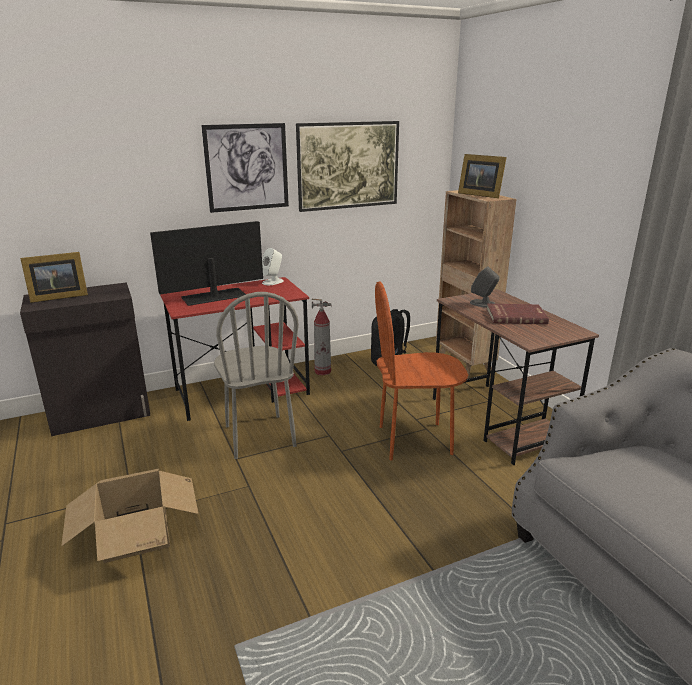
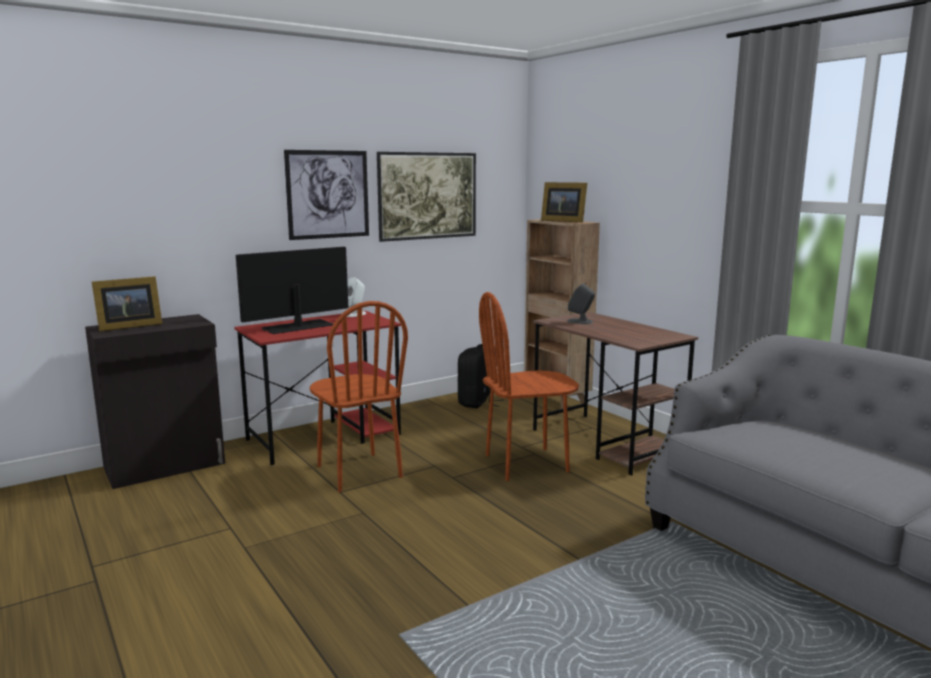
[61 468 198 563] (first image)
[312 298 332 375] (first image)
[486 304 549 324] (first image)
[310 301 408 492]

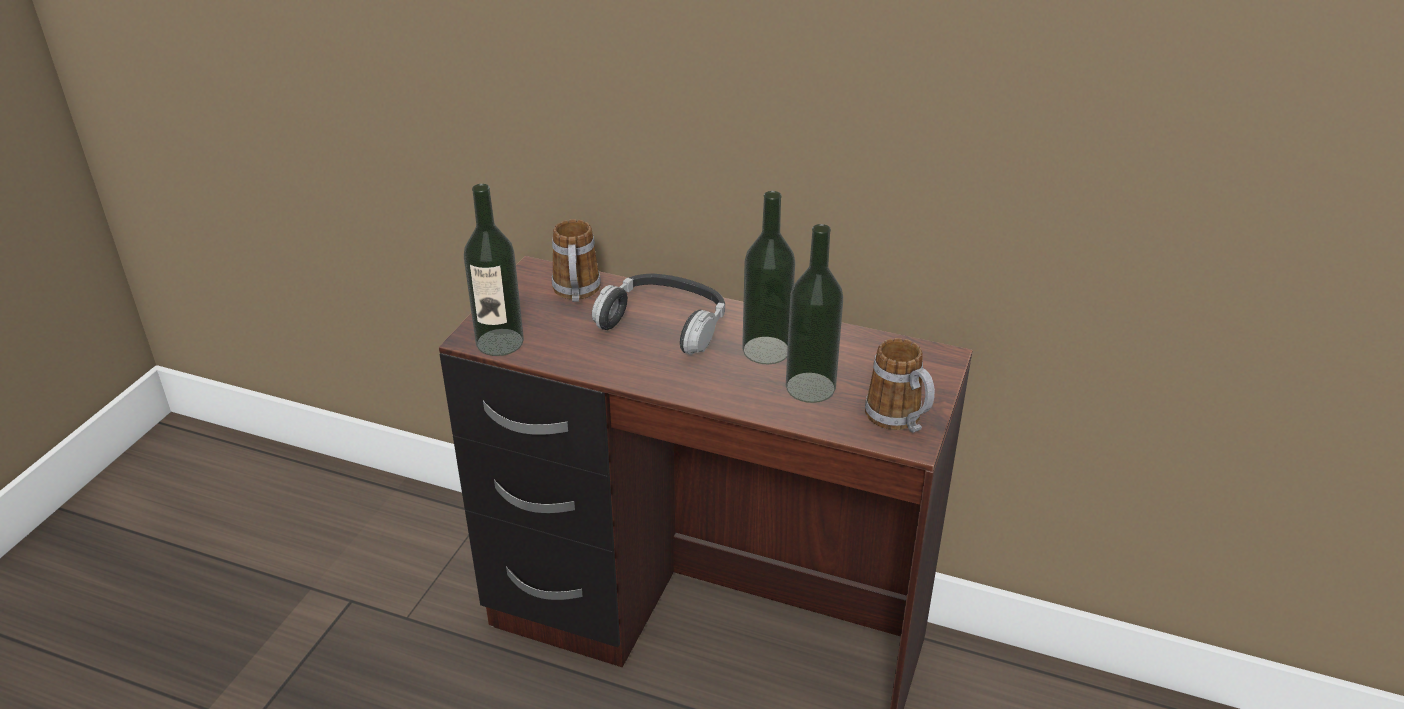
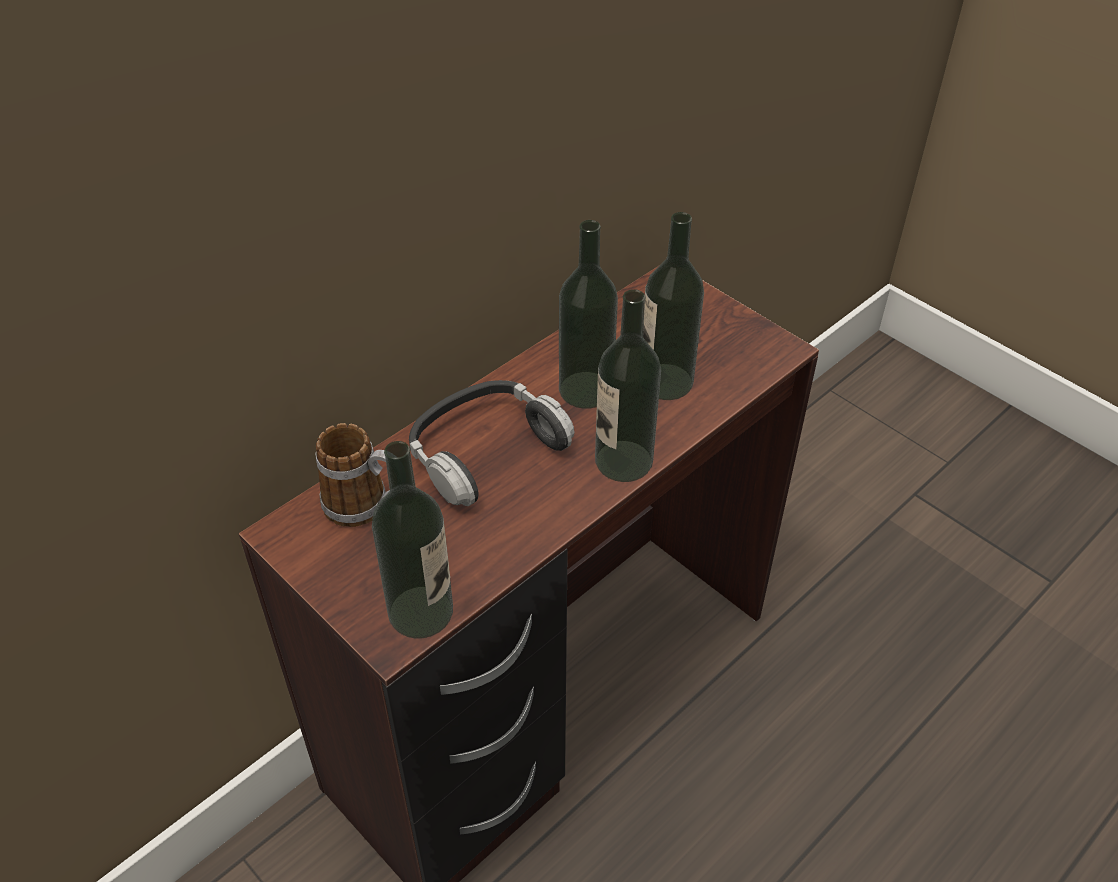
[865 338 935 432] (first image)
[595 289 661 482]

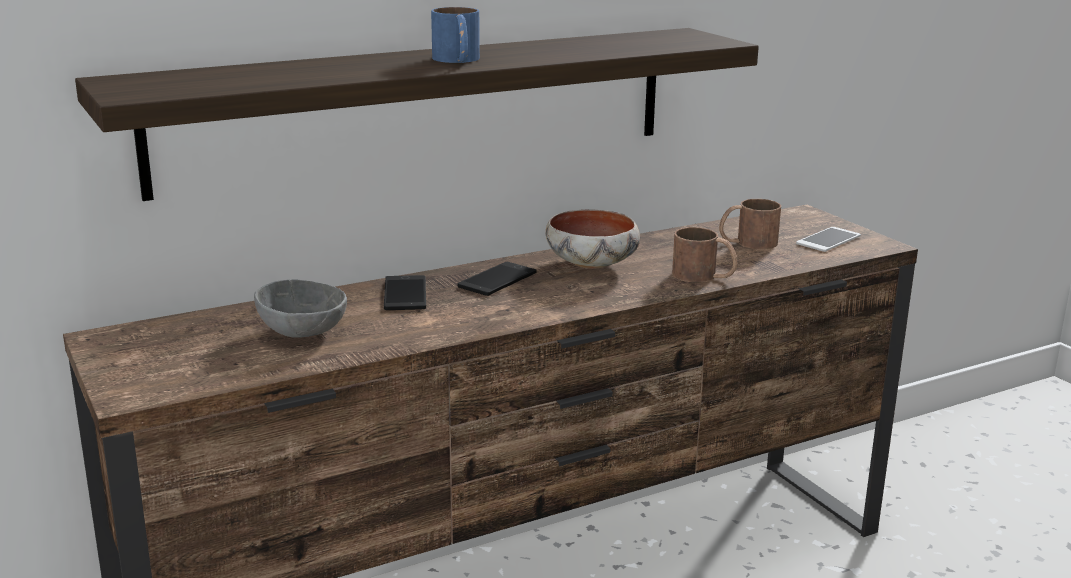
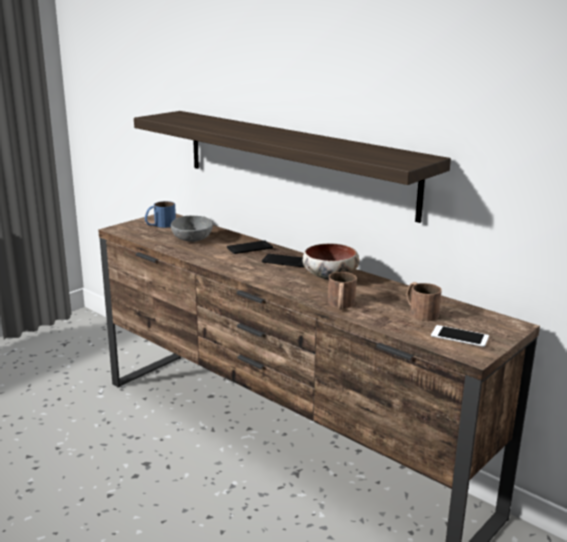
[145 201 176 228]

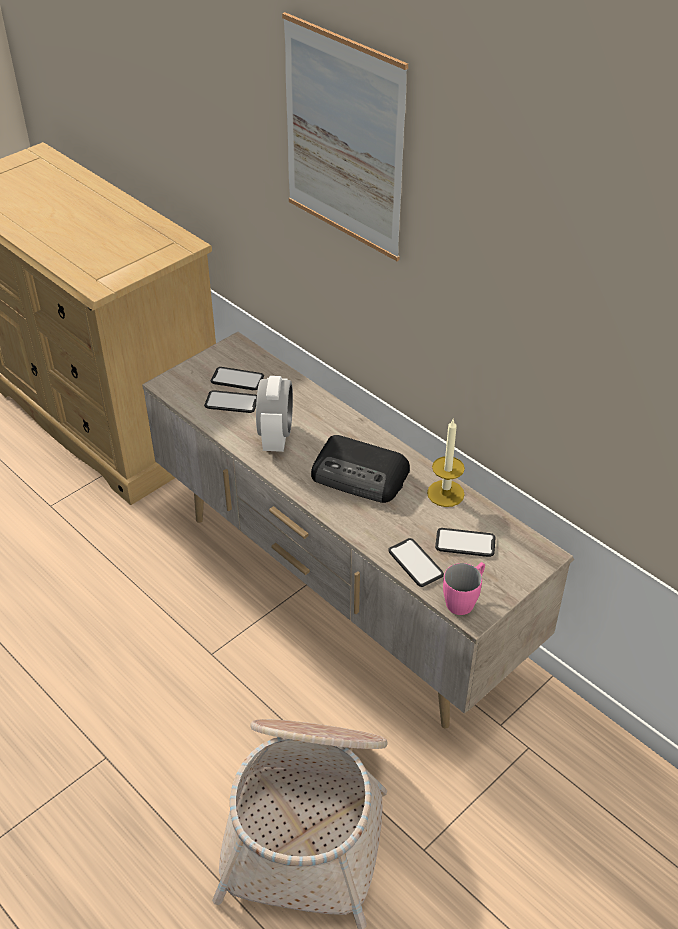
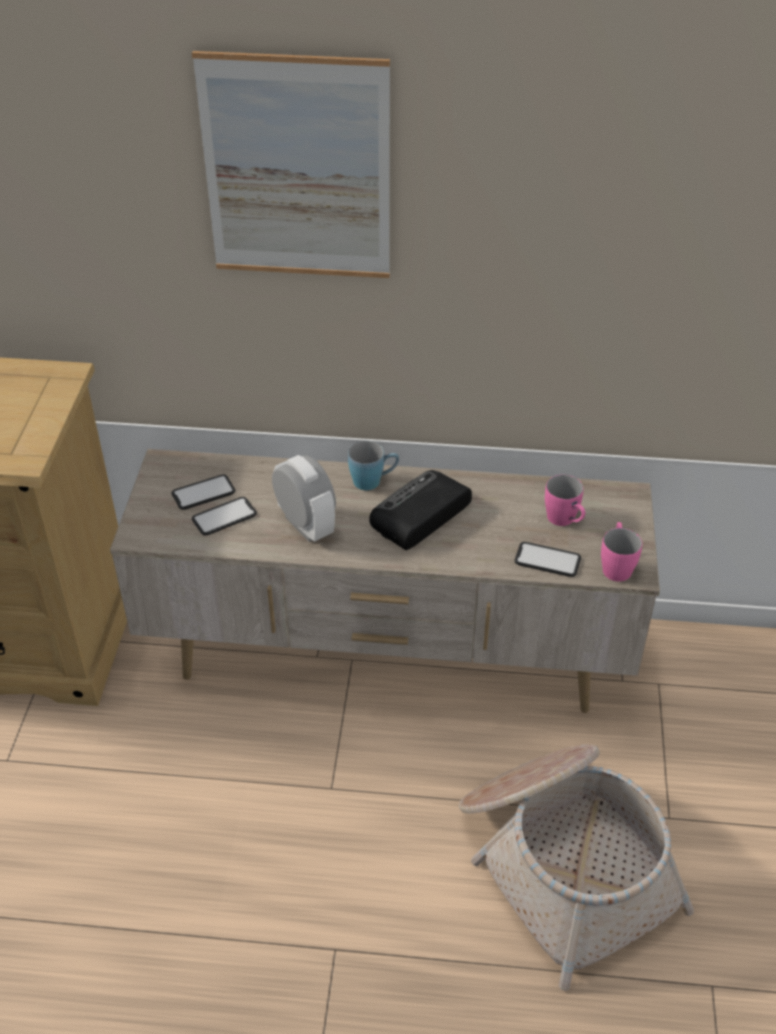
[427 419 465 507] (first image)
[348 441 399 491]
[545 475 585 526]
[369 470 472 550]

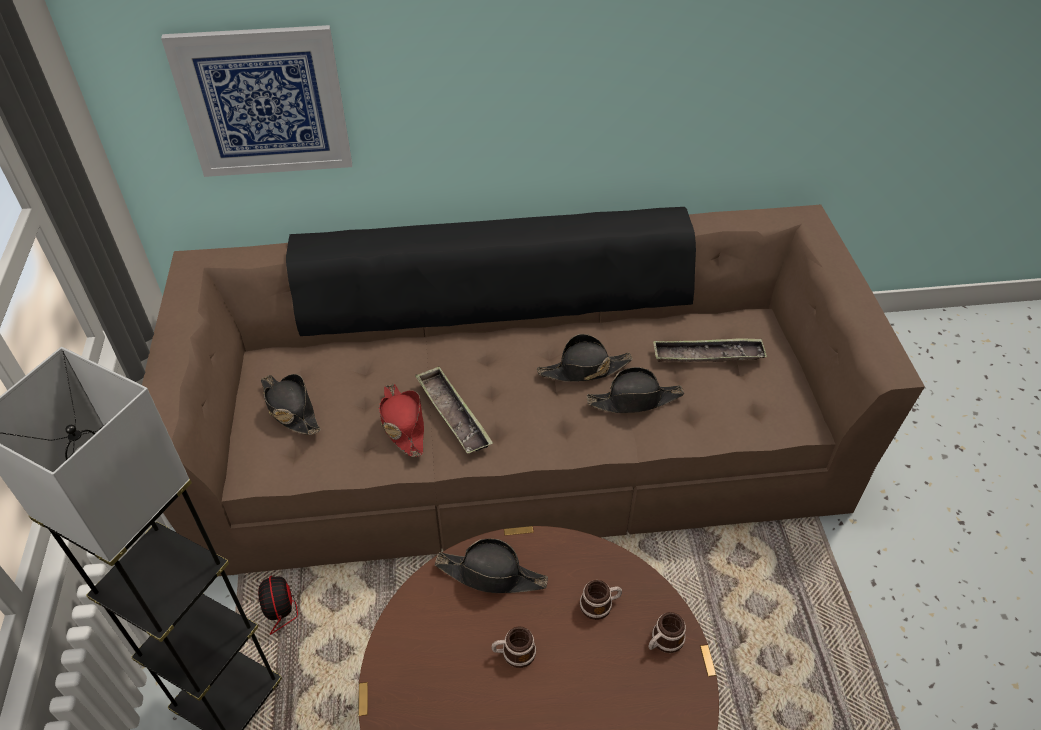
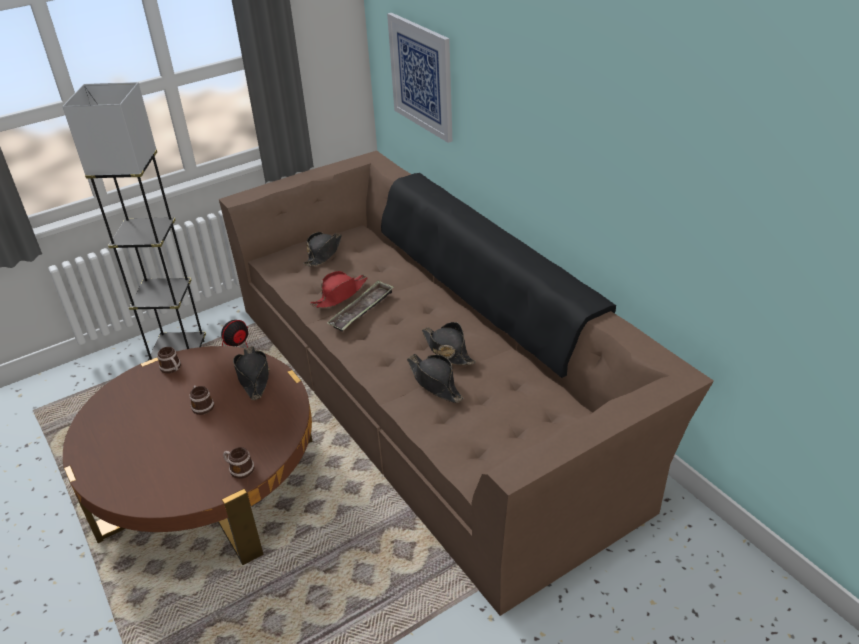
[653 338 767 362] (first image)
[157 347 181 373]

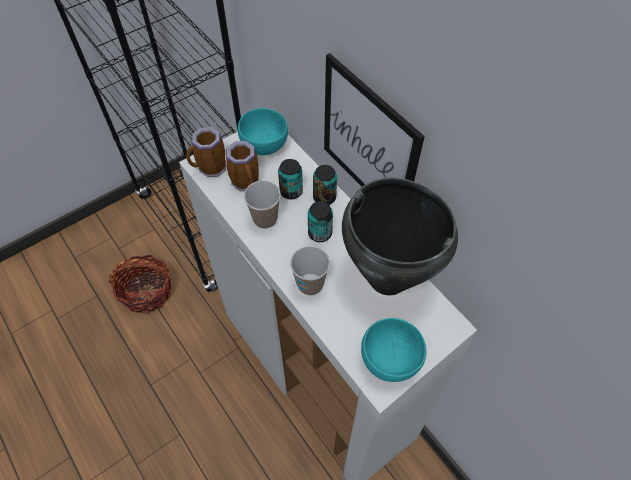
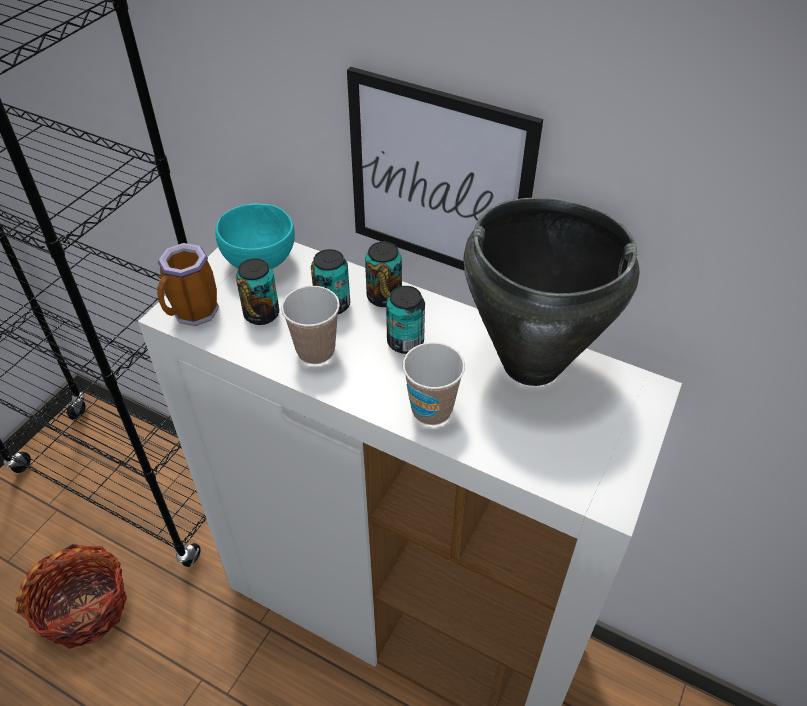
[361 318 427 382] (first image)
[236 258 279 325]

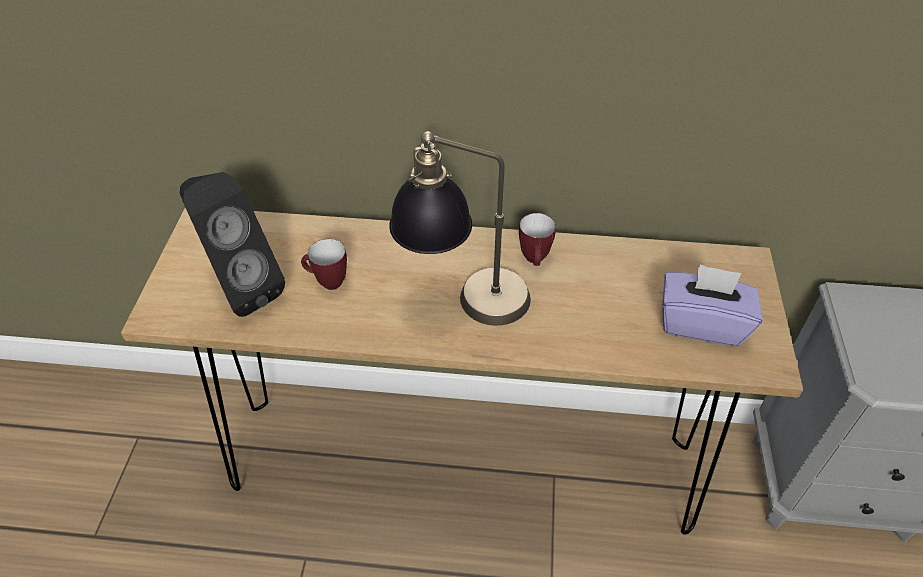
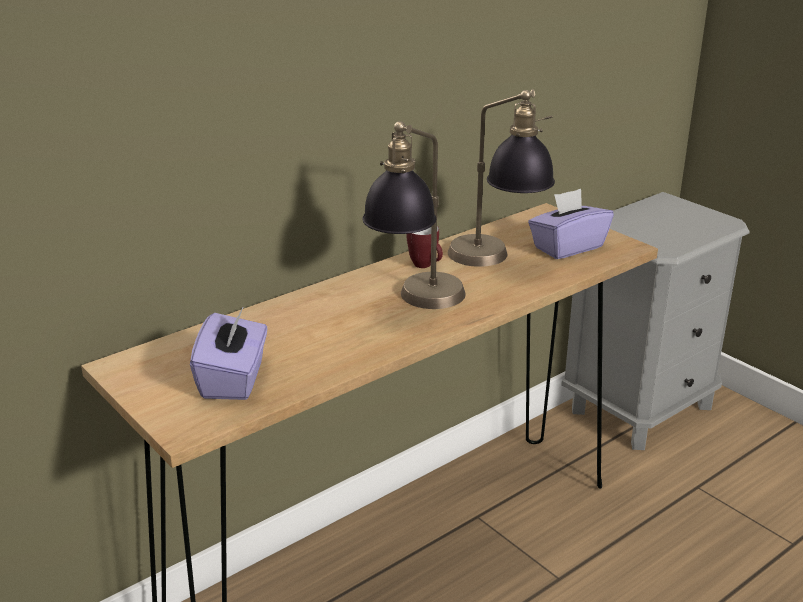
[301 239 347 290] (first image)
[448 89 555 267]
[190 306 267 400]

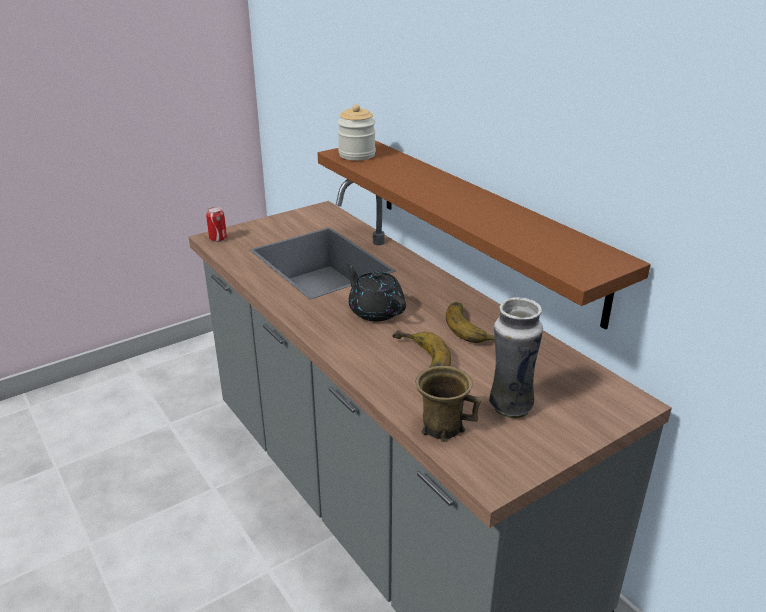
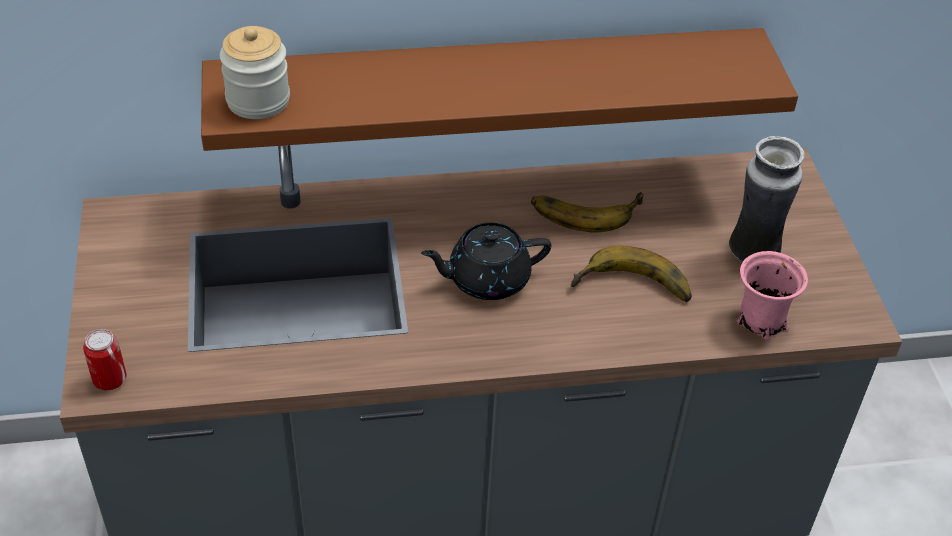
[736 251 808 340]

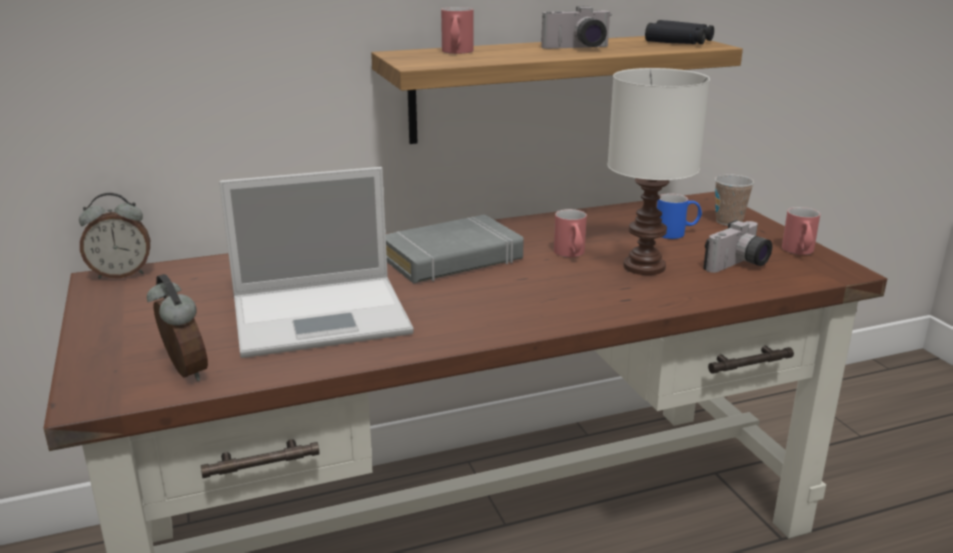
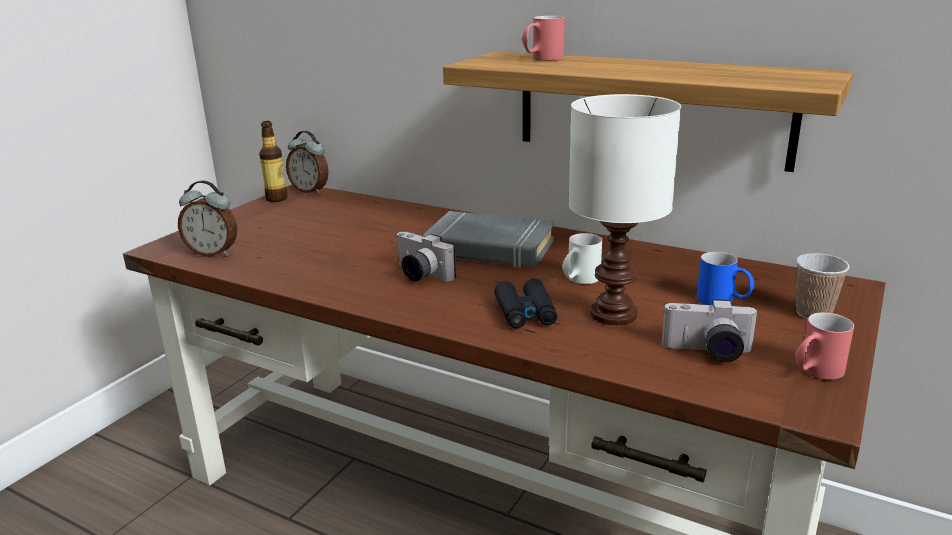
[219 167 414 358] (first image)
[259 121 288 202]
[397 232 456 282]
[494 279 557 328]
[562 233 602 284]
[178 180 237 257]

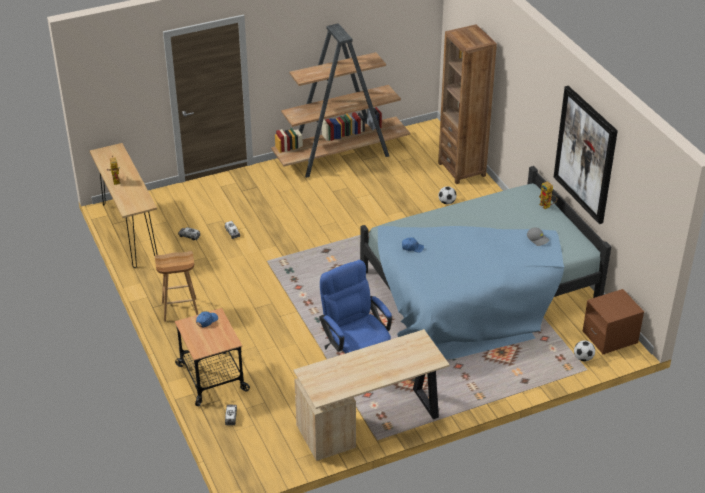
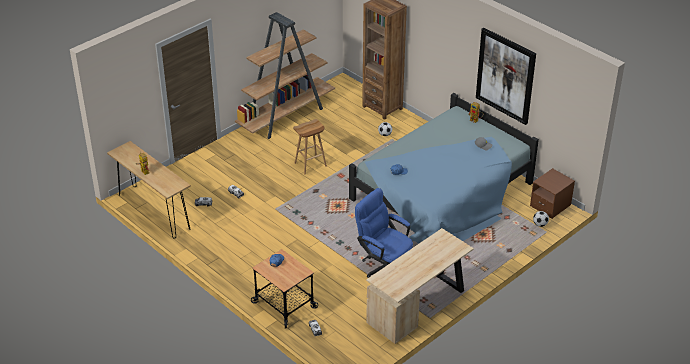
[293 119 327 174]

